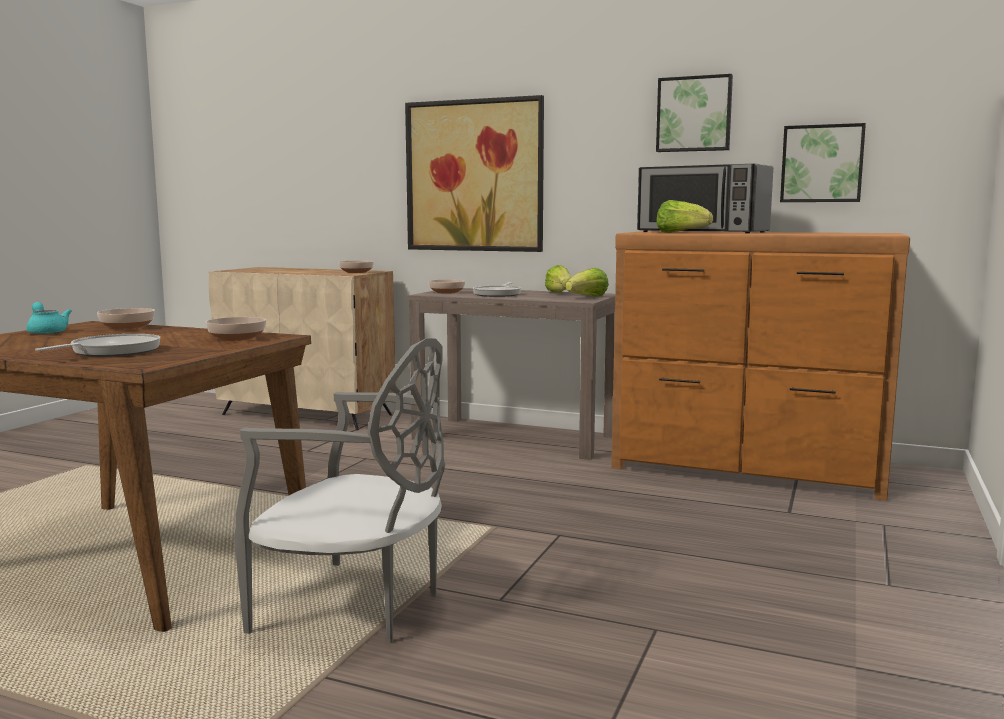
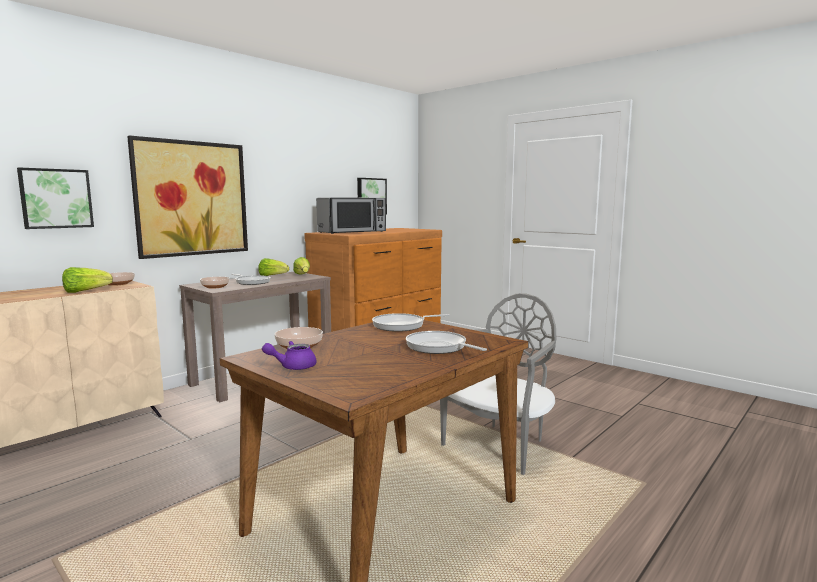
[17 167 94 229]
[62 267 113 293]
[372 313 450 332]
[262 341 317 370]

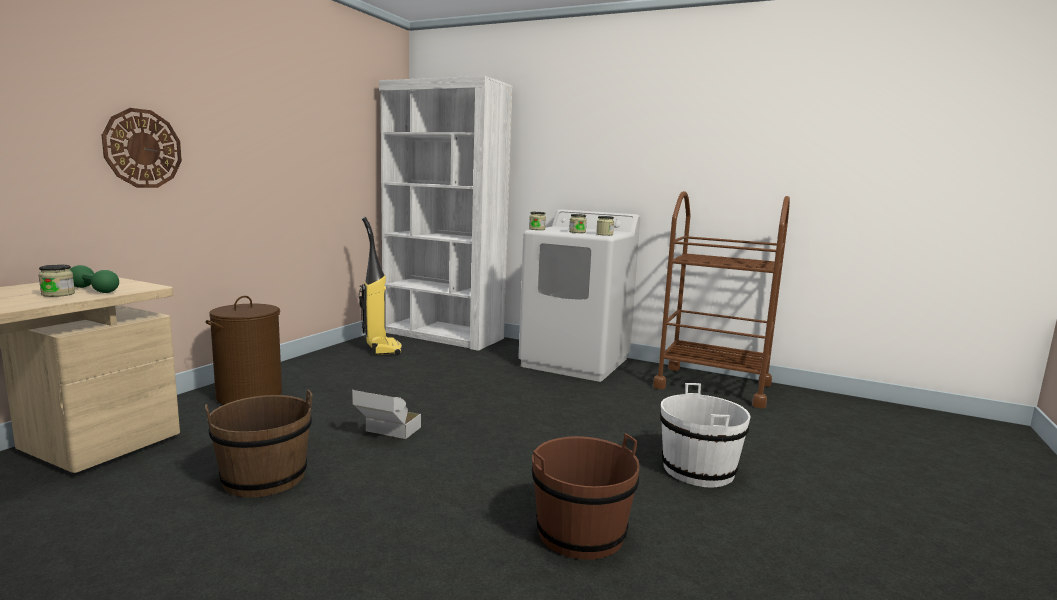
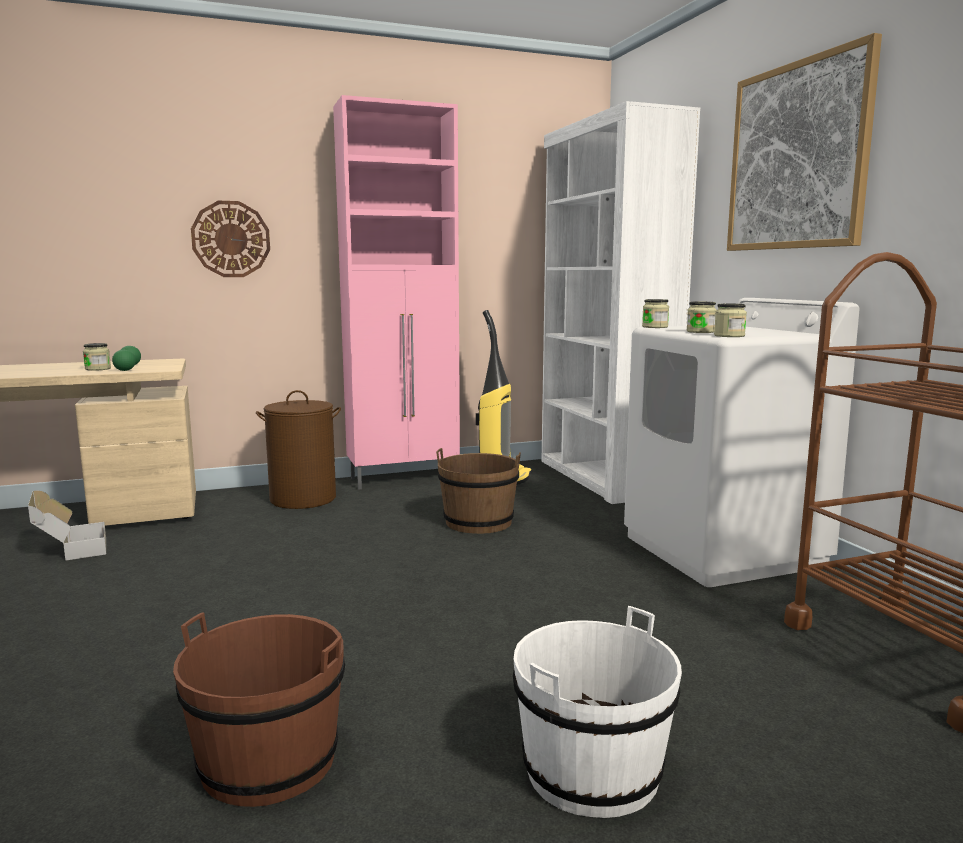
[333 95 460 490]
[727 33 882 251]
[436 448 521 534]
[28 491 106 561]

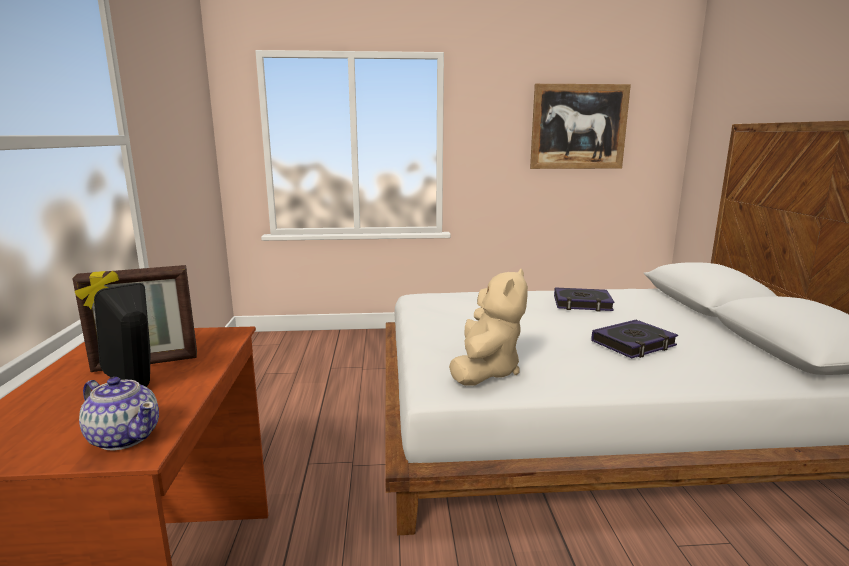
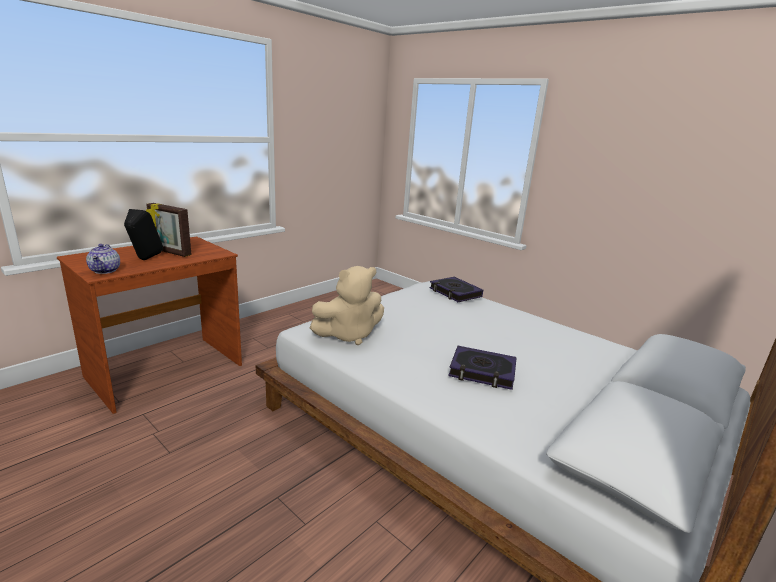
[530 84 631 169] (first image)
[429 277 483 302]

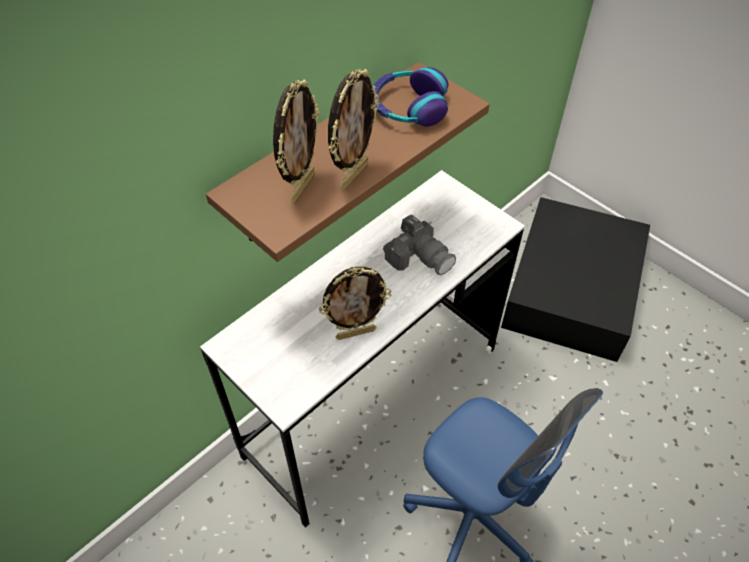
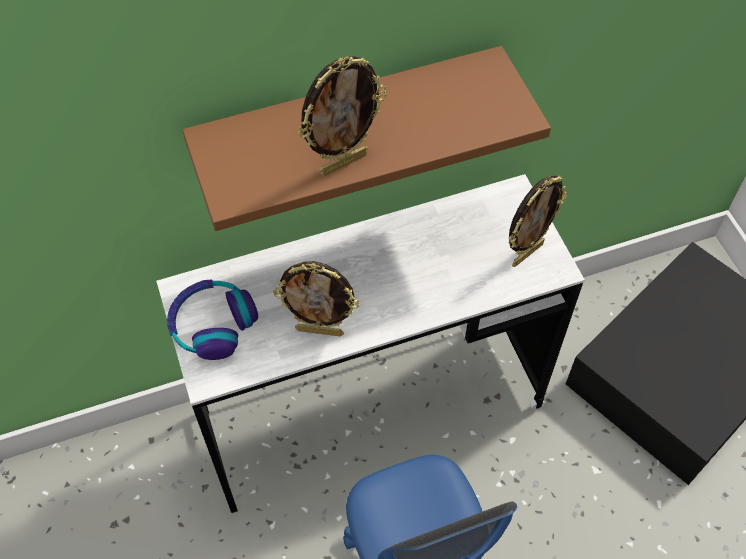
[383 214 456 275] (first image)
[509 176 567 267]
[167 280 258 360]

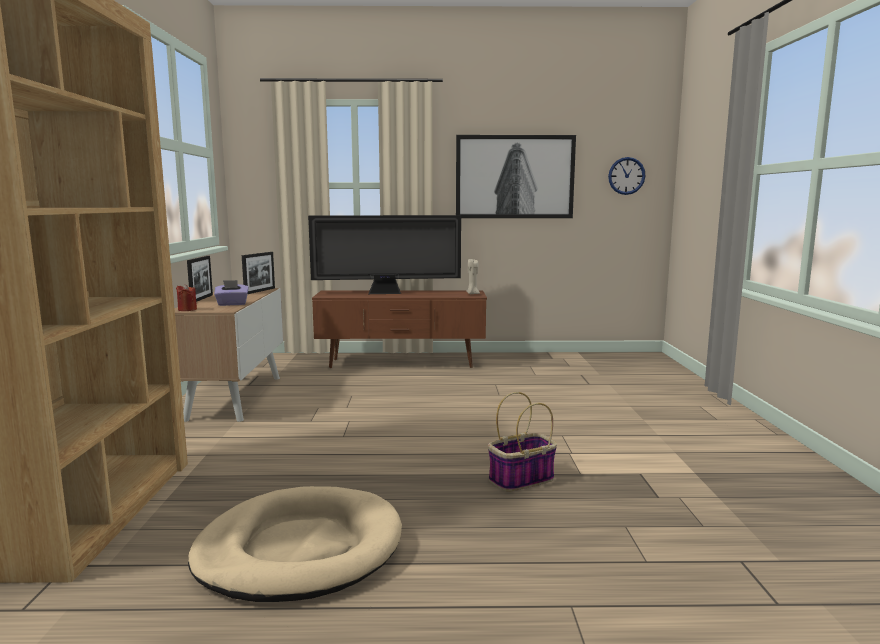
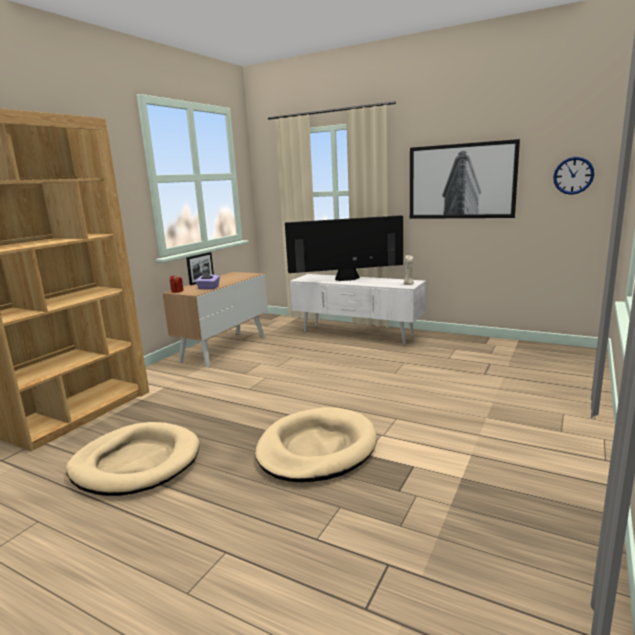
[242 252 275 294] (first image)
[255 407 377 482]
[290 274 426 345]
[285 215 403 281]

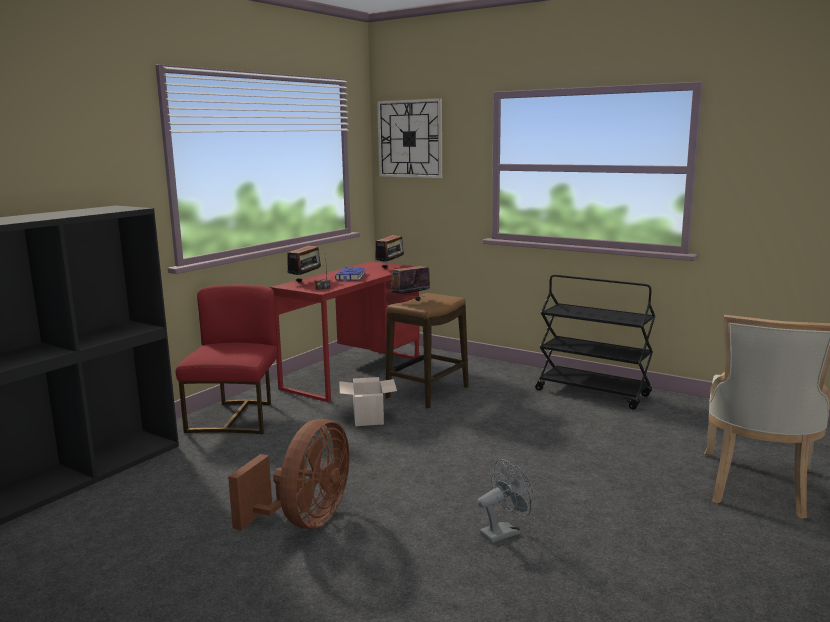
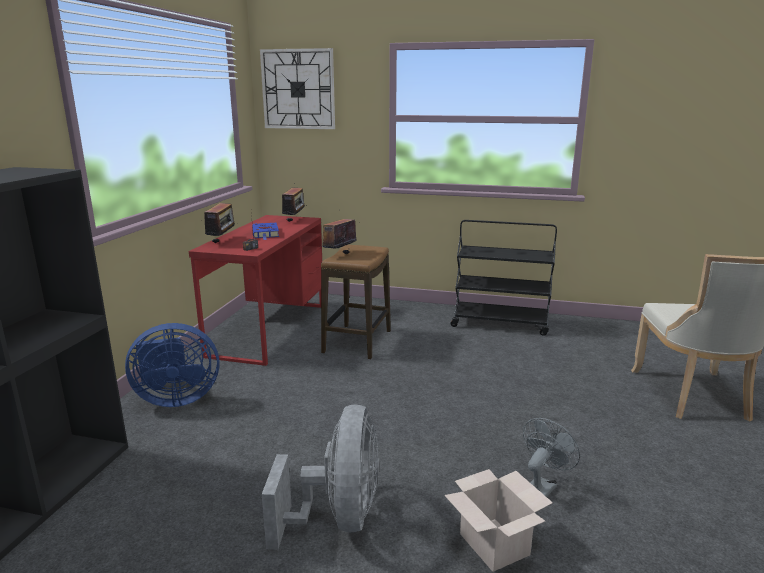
[444 469 553 572]
[125 323 220 407]
[262 404 380 550]

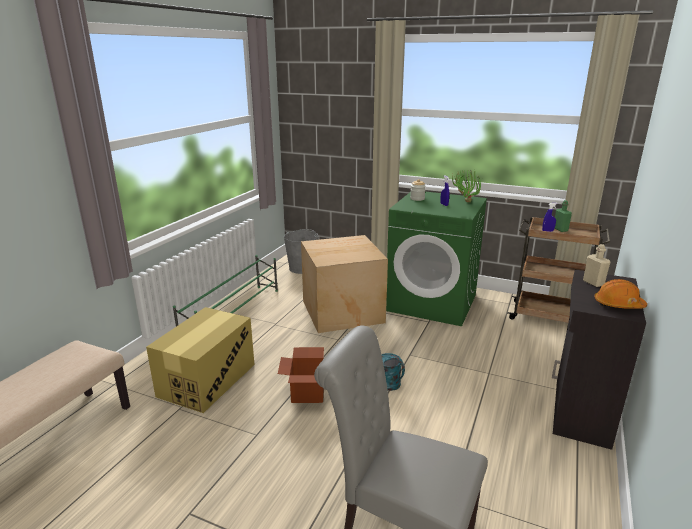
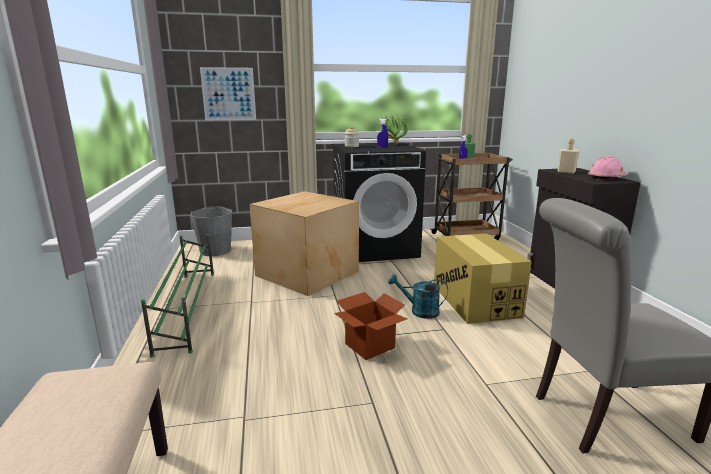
[200 67 256 120]
[434 233 532 324]
[333 142 426 262]
[588 156 627 180]

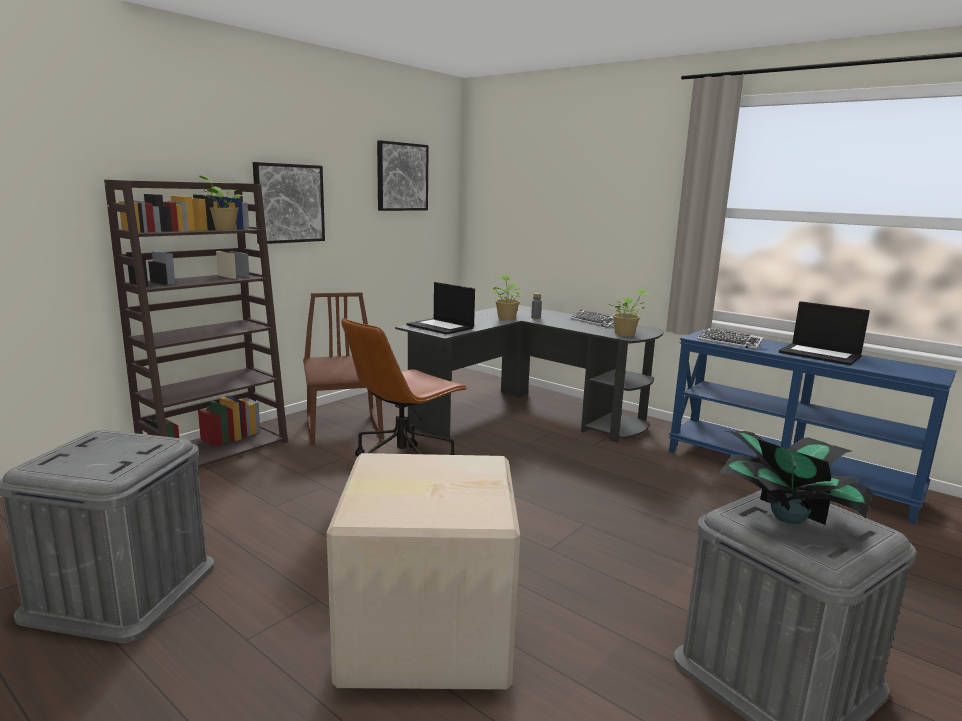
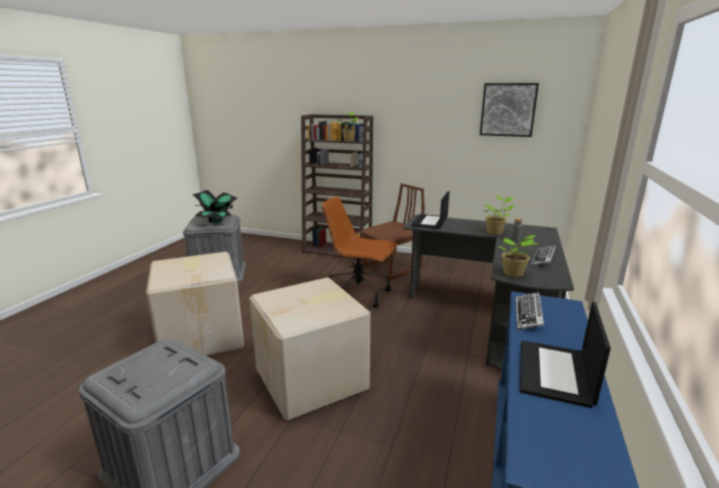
[253 162 325 244] (first image)
[249 277 370 421]
[193 190 238 223]

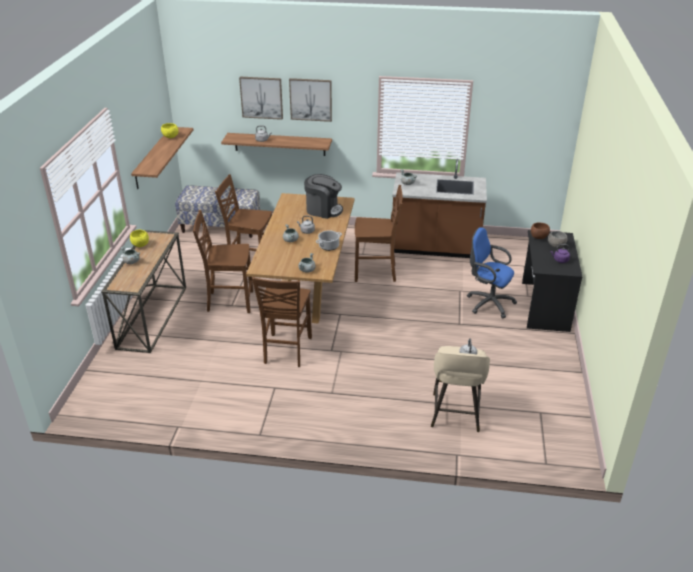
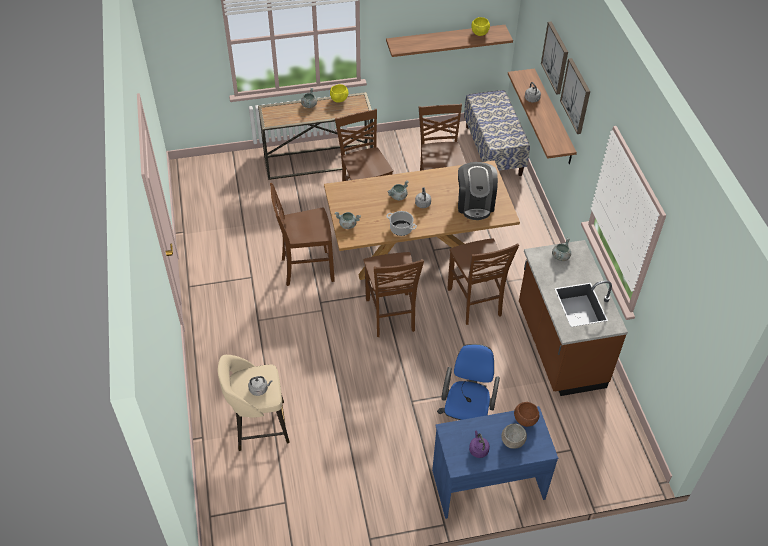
[364 252 424 337]
[432 406 558 519]

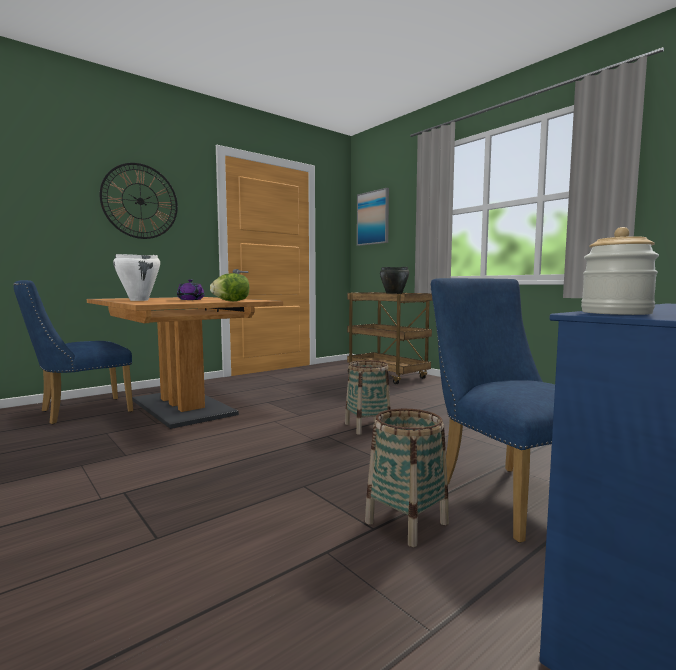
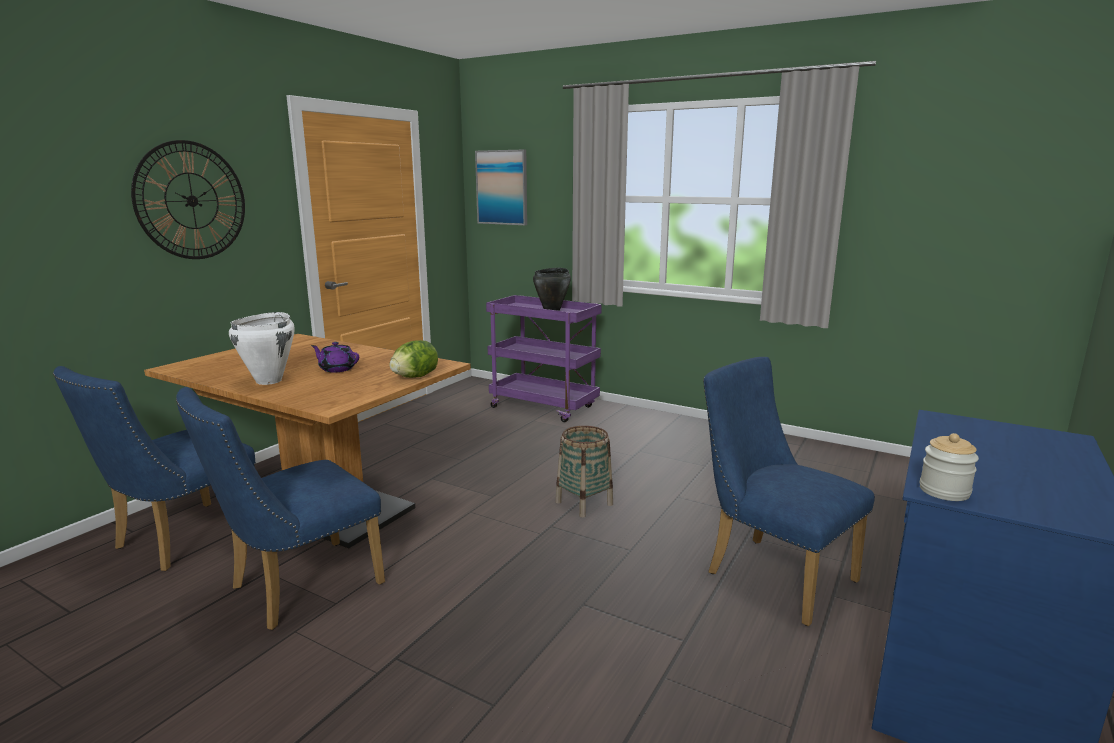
[365 409 449 547] (first image)
[176 387 385 630]
[486 295 602 422]

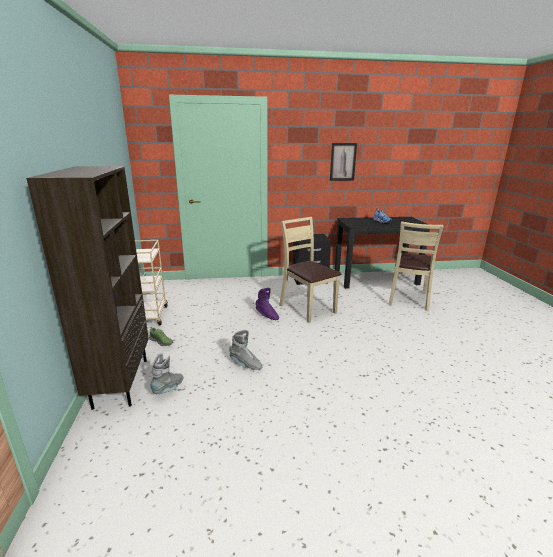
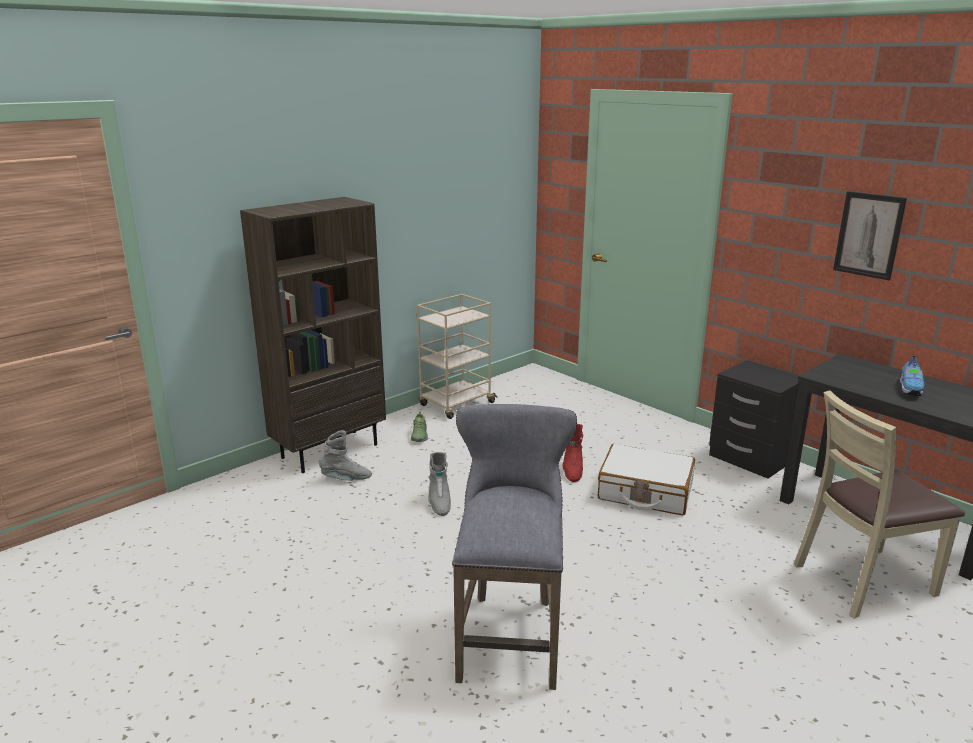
[452 404 577 690]
[598 444 695 515]
[563 424 583 482]

